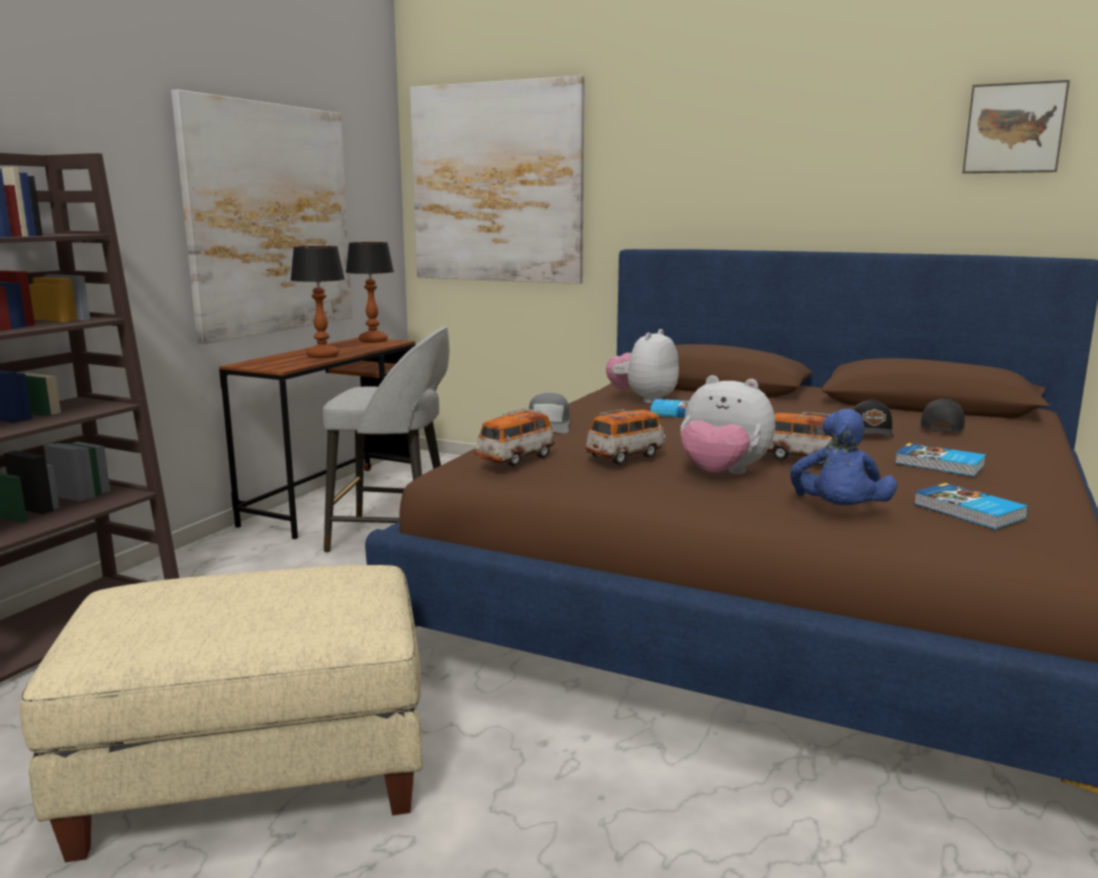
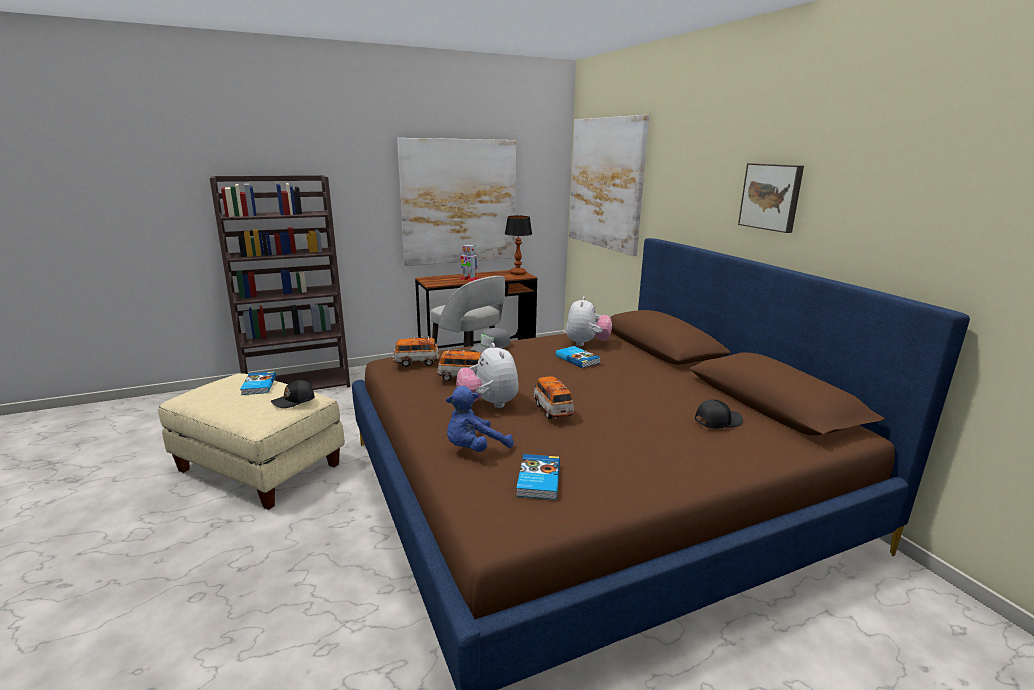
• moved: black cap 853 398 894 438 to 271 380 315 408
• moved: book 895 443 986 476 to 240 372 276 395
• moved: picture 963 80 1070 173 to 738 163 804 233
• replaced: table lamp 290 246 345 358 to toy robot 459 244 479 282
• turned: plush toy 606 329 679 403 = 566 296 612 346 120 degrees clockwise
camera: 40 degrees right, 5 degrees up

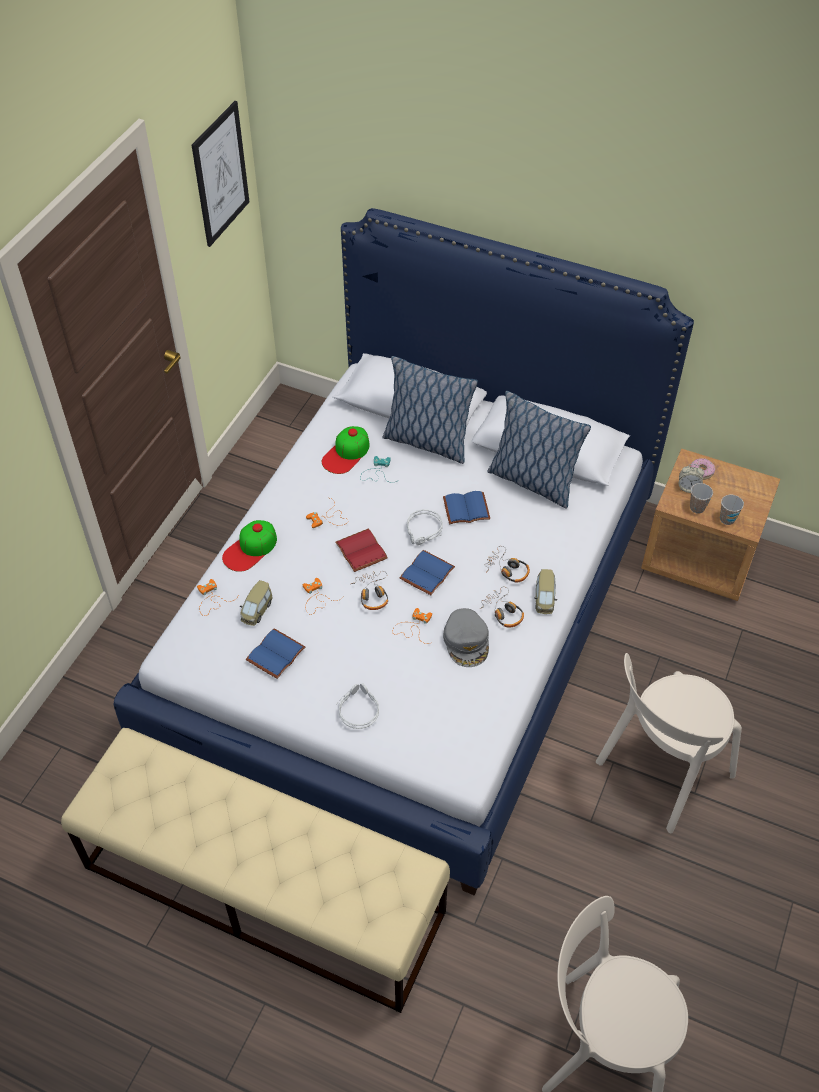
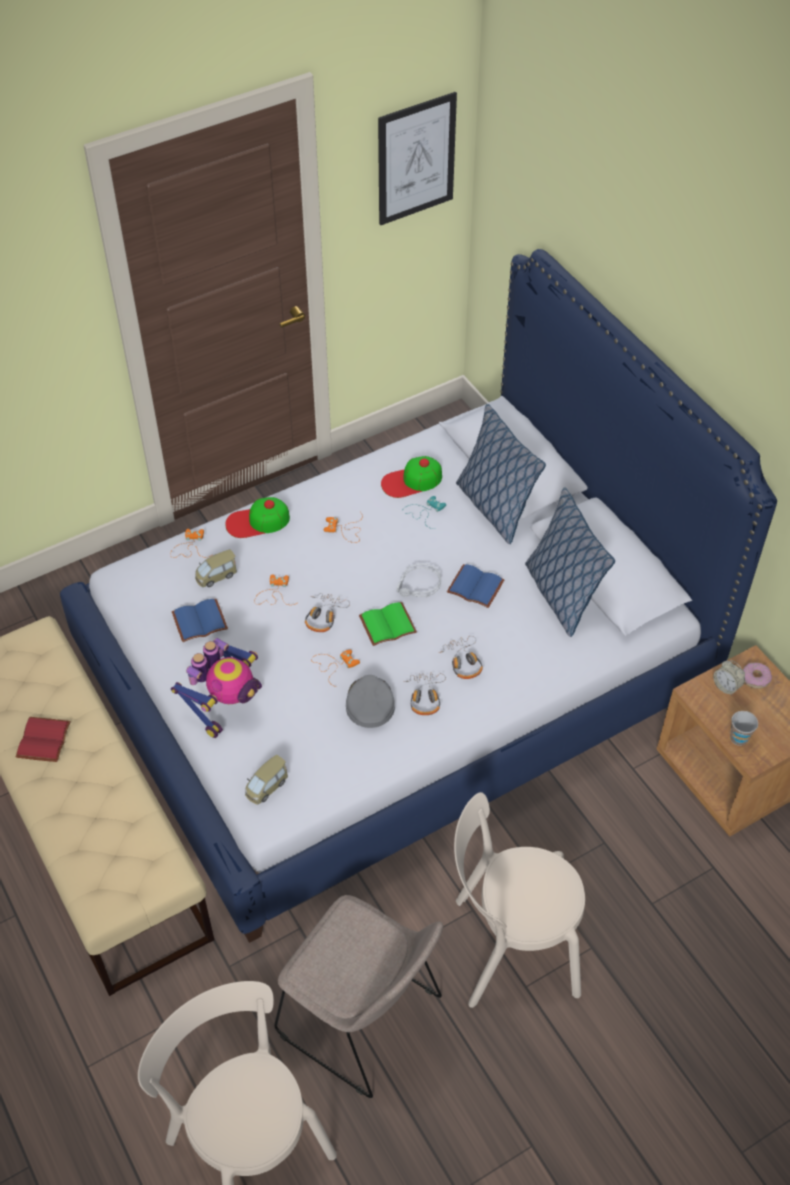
• removed: cup 690 483 713 514
• added: beige chair 274 895 443 1098
• moved: red book 335 528 388 572 to 16 717 71 762
• moved: toy car 534 569 557 614 to 245 755 288 805
• replaced: grey headphones 336 683 379 729 to toy robot 171 638 262 738
• recoloured: blue book 400 550 455 595 to green book 359 602 417 646
• turned: grey cap 443 608 489 667 = 346 675 395 728 150 degrees clockwise
camera: 35 degrees right, 0 degrees up

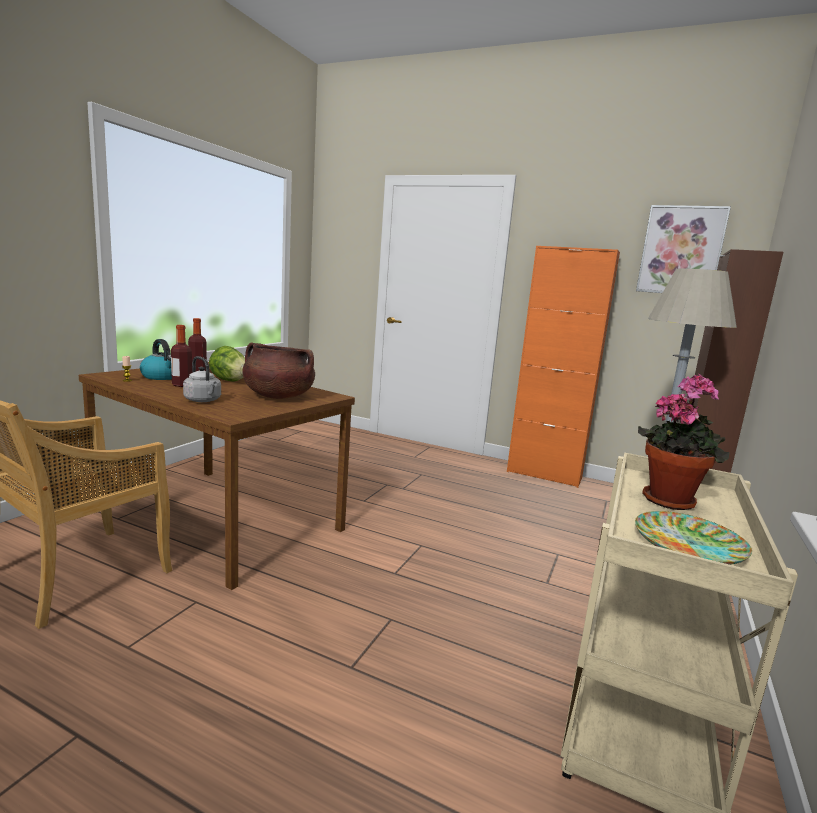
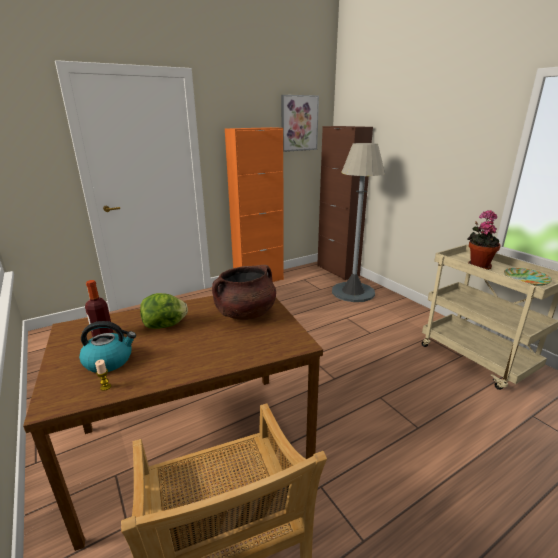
• removed: bottle 171 325 192 387
• removed: grey kettle 183 356 221 402
camera: 55 degrees left, 10 degrees up

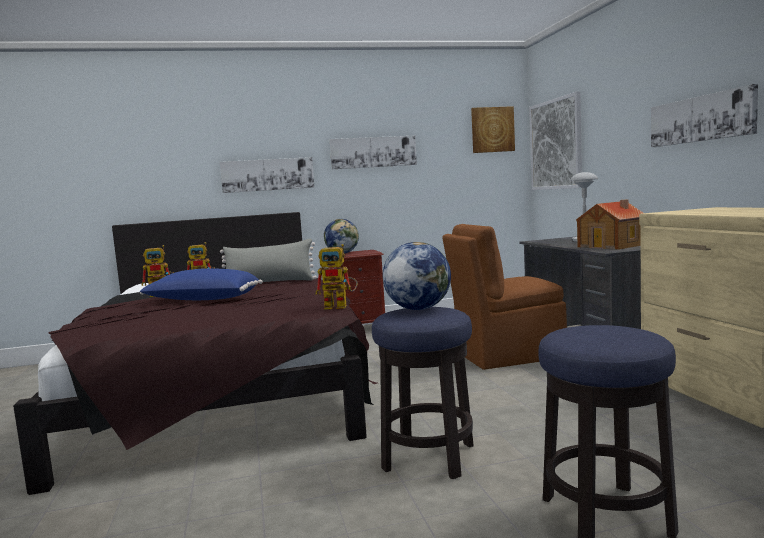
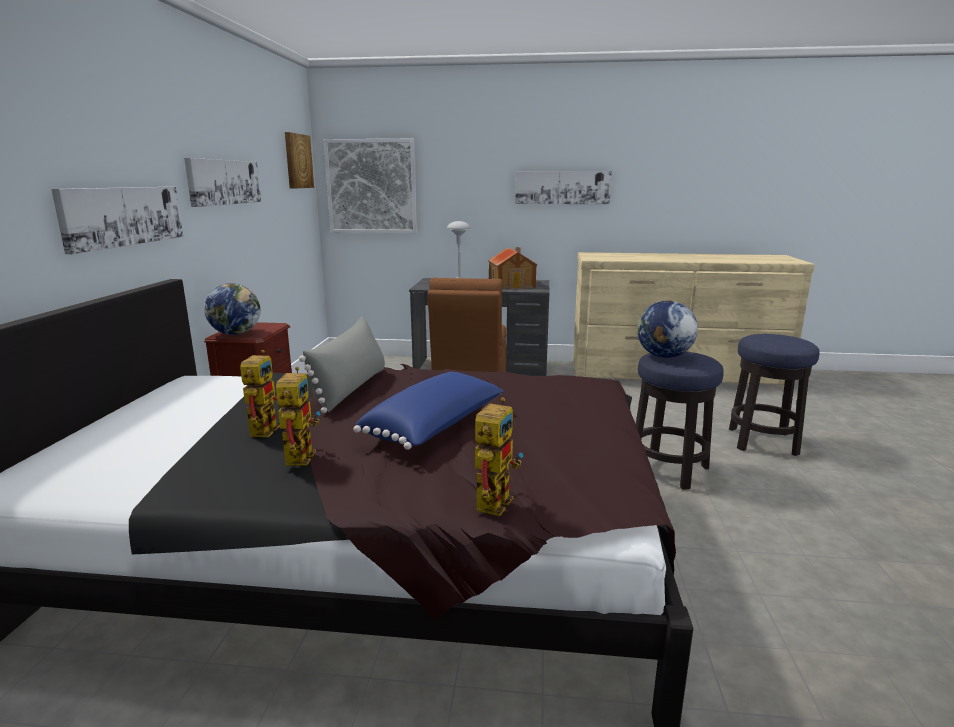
• moved: toy robot 315 244 358 310 to 475 397 523 516
camera: 70 degrees left, 10 degrees up

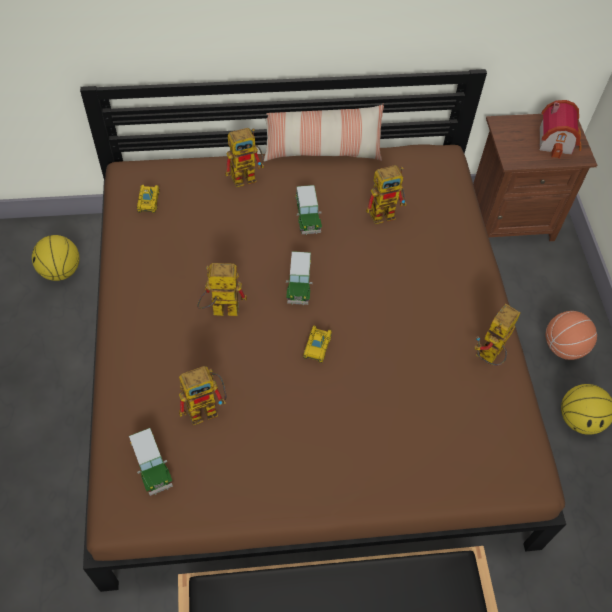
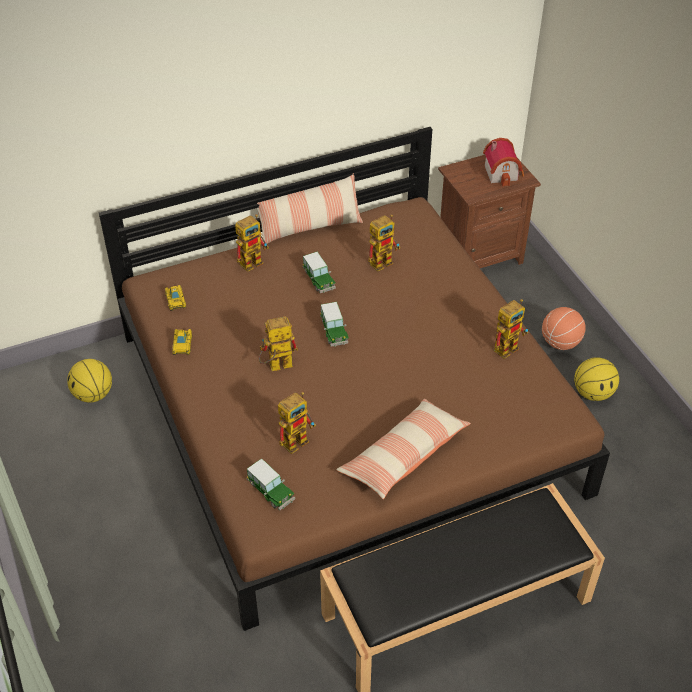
• added: pillow 336 399 471 499
• moved: toy car 303 326 332 363 to 172 329 192 355
• turned: toy robot 475 304 521 366 = 494 299 528 359 150 degrees counterclockwise
camera: 15 degrees left, 10 degrees down

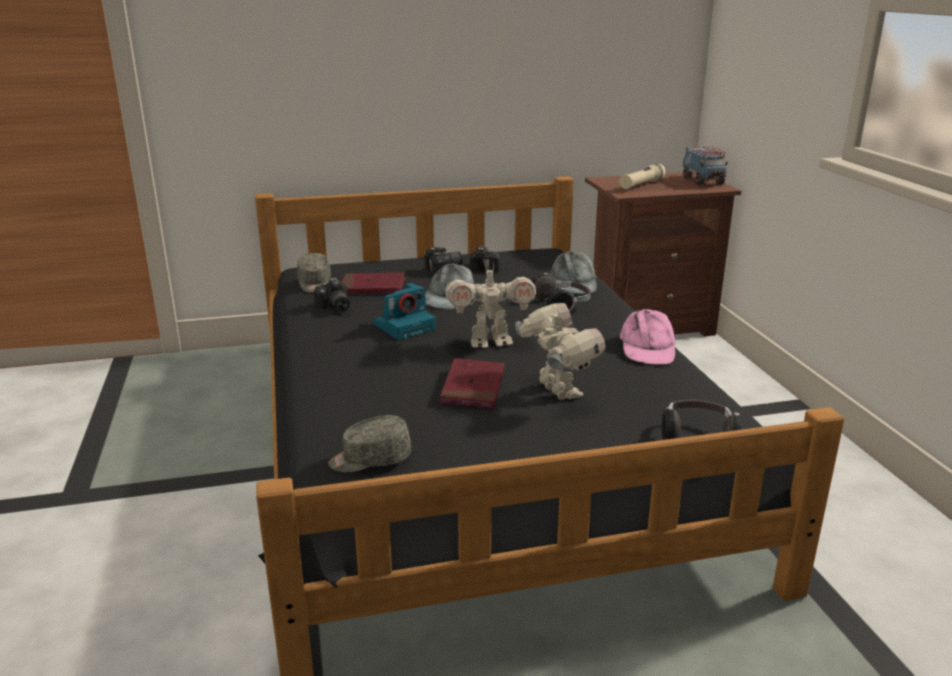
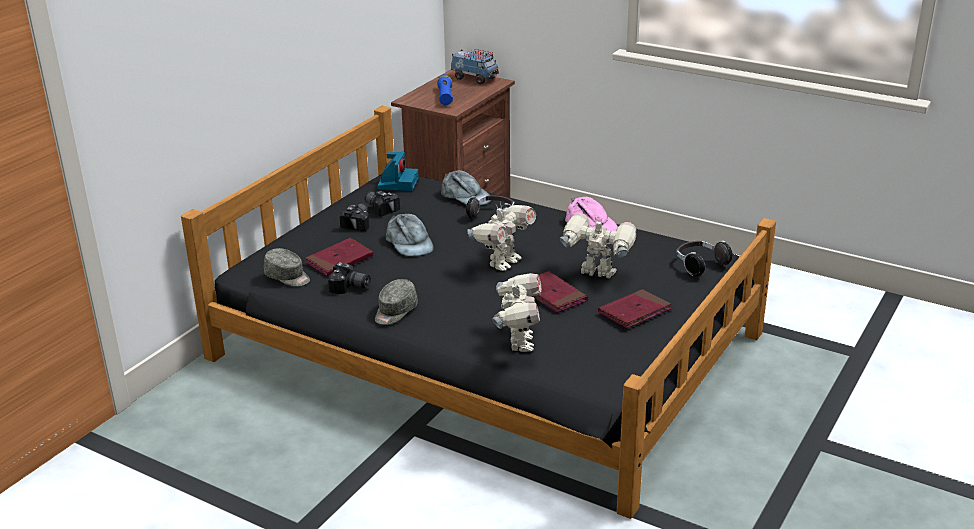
• added: toy robot 492 273 541 352
• added: red book 598 289 671 328
• moved: grey cap 328 415 412 472 to 375 279 418 325
• moved: photo camera 374 283 436 340 to 377 152 419 191
• recoloured: beige flashlight 619 164 666 189 to blue flashlight 437 74 453 106
camera: 45 degrees left, 5 degrees up

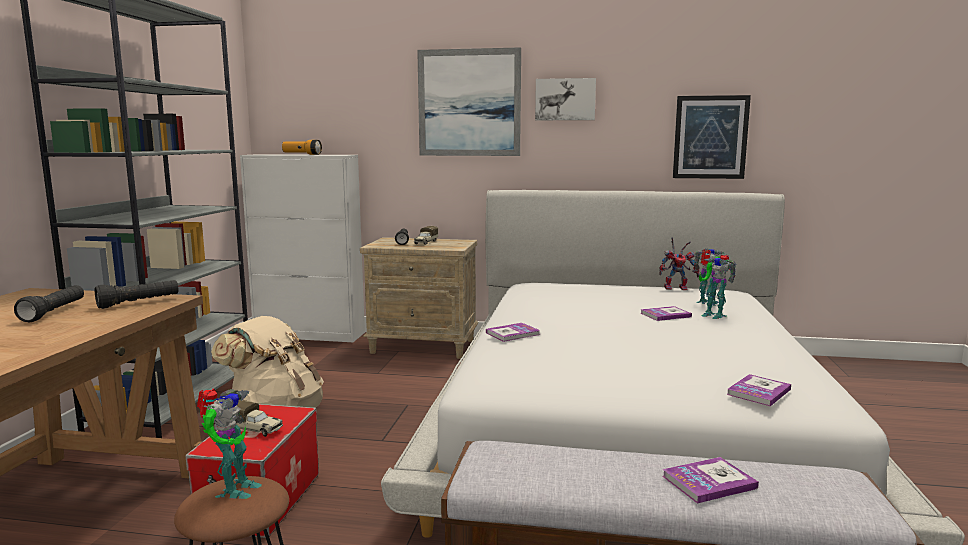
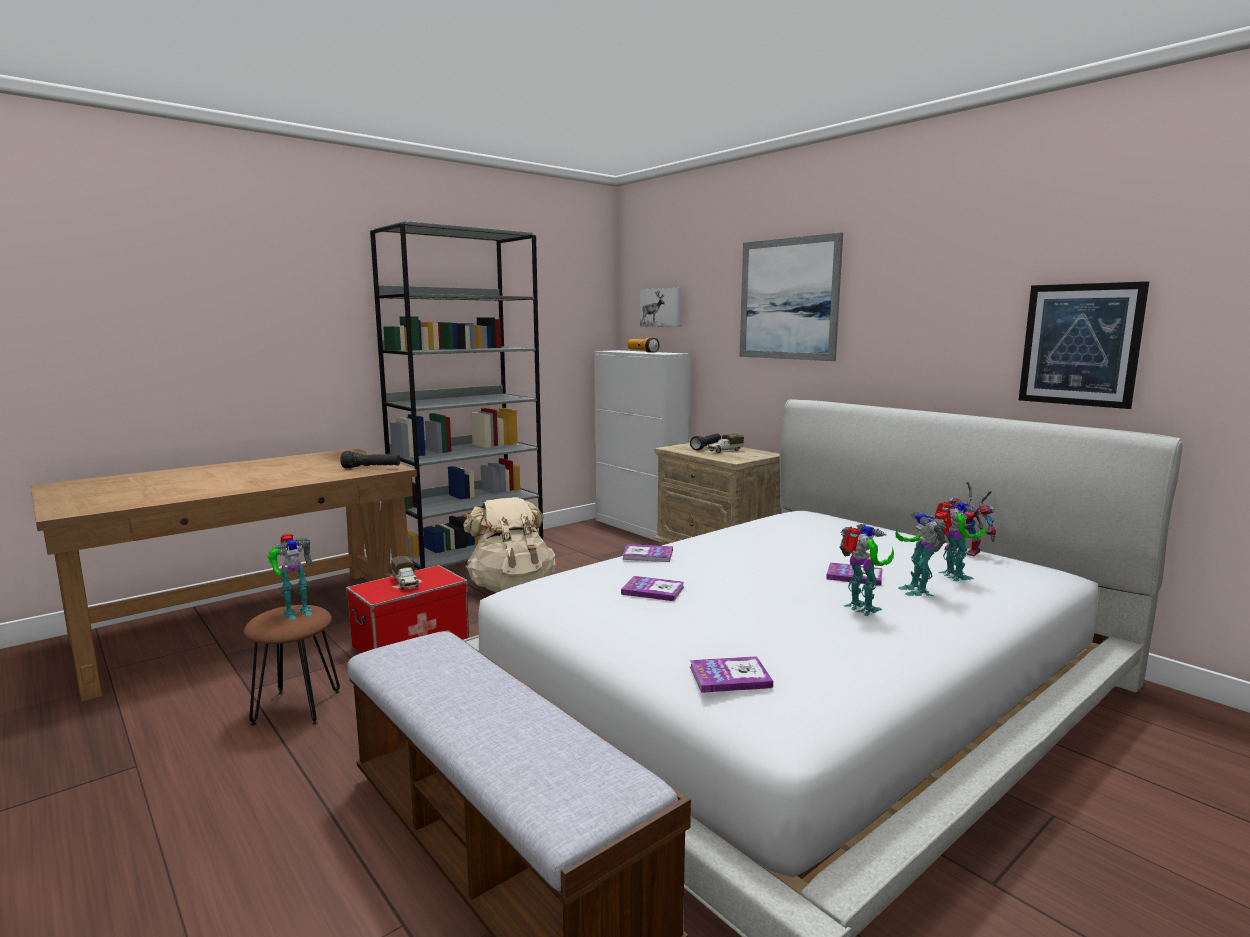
• removed: black flashlight 14 285 84 323
• added: toy robot 839 524 894 616
• moved: picture 535 78 596 120 to 640 288 682 327
• moved: book 662 457 759 503 to 621 576 684 601
camera: 40 degrees right, 0 degrees up

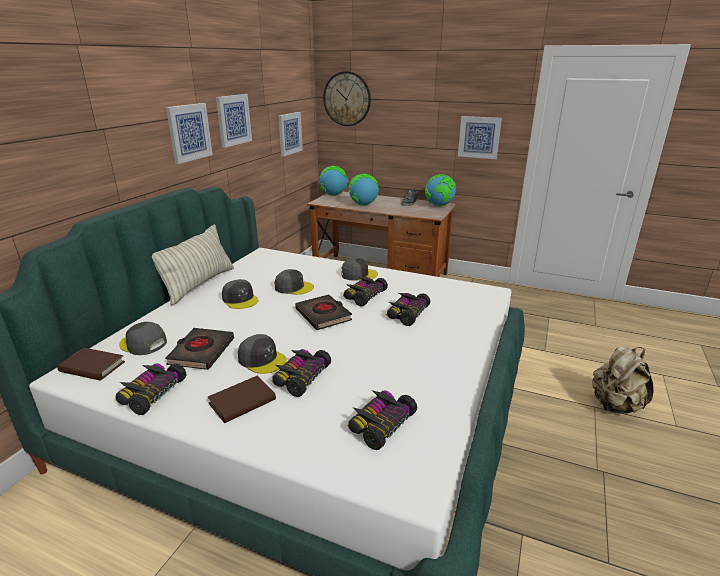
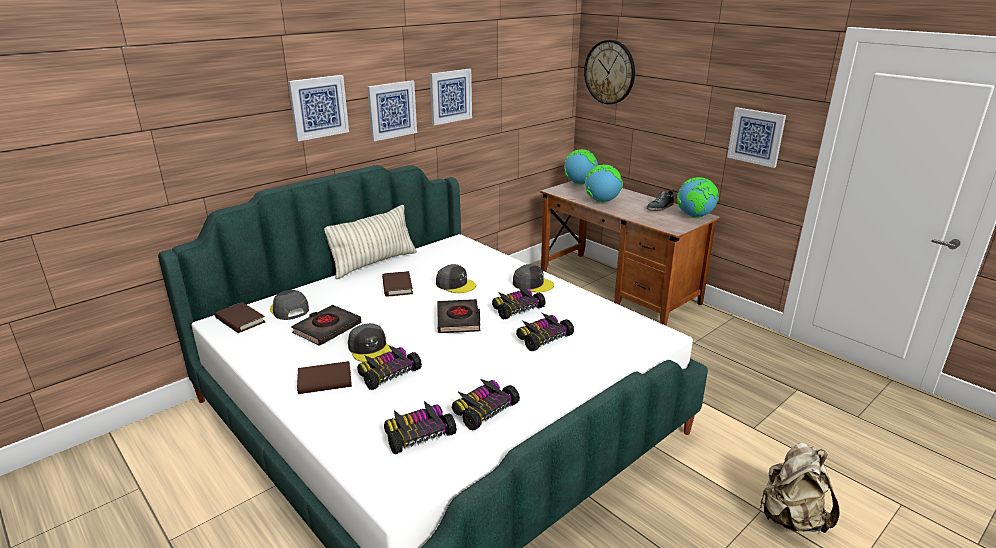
• moved: toy car 116 363 187 415 to 451 379 520 430
• moved: picture 278 112 303 157 to 288 75 349 141
• replaced: grey cap 222 279 258 309 to brown book 382 271 413 297
camera: 25 degrees right, 0 degrees up

